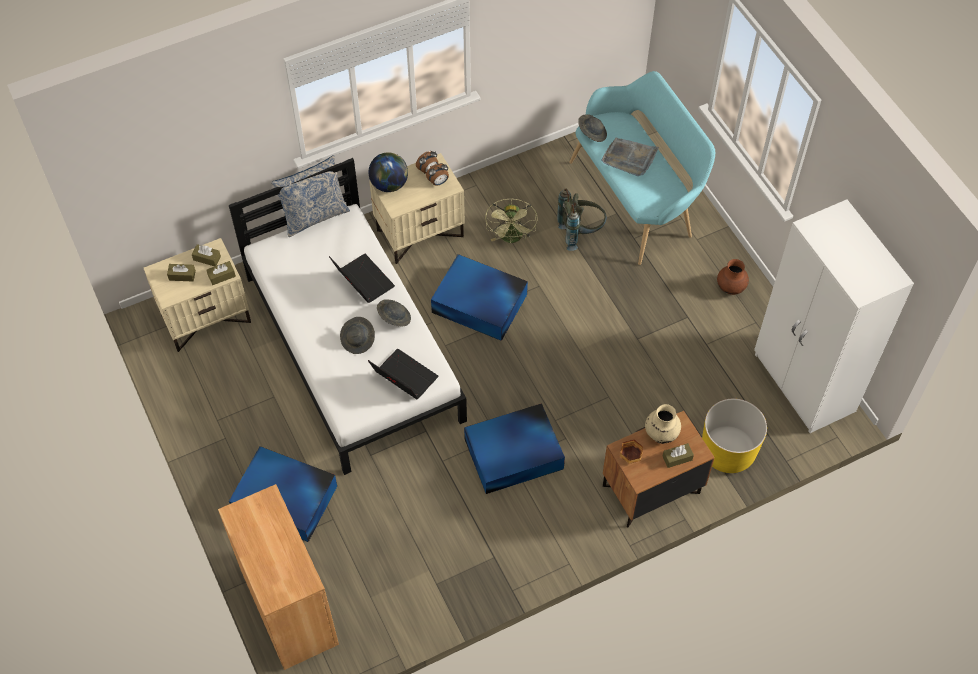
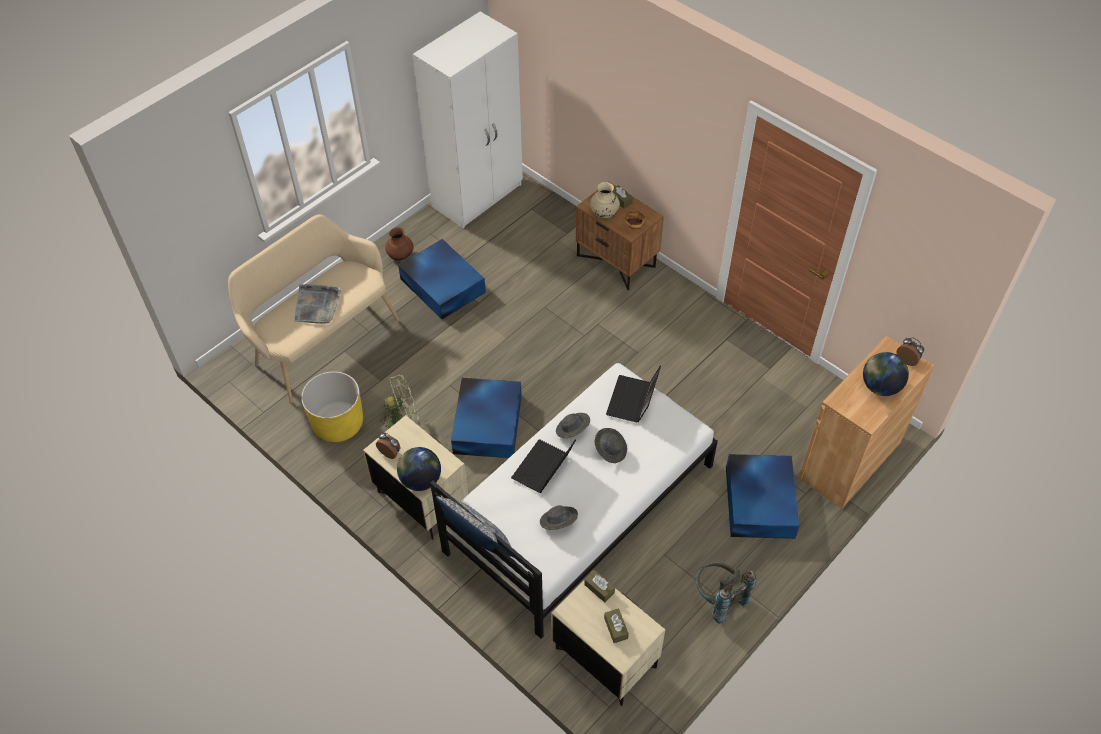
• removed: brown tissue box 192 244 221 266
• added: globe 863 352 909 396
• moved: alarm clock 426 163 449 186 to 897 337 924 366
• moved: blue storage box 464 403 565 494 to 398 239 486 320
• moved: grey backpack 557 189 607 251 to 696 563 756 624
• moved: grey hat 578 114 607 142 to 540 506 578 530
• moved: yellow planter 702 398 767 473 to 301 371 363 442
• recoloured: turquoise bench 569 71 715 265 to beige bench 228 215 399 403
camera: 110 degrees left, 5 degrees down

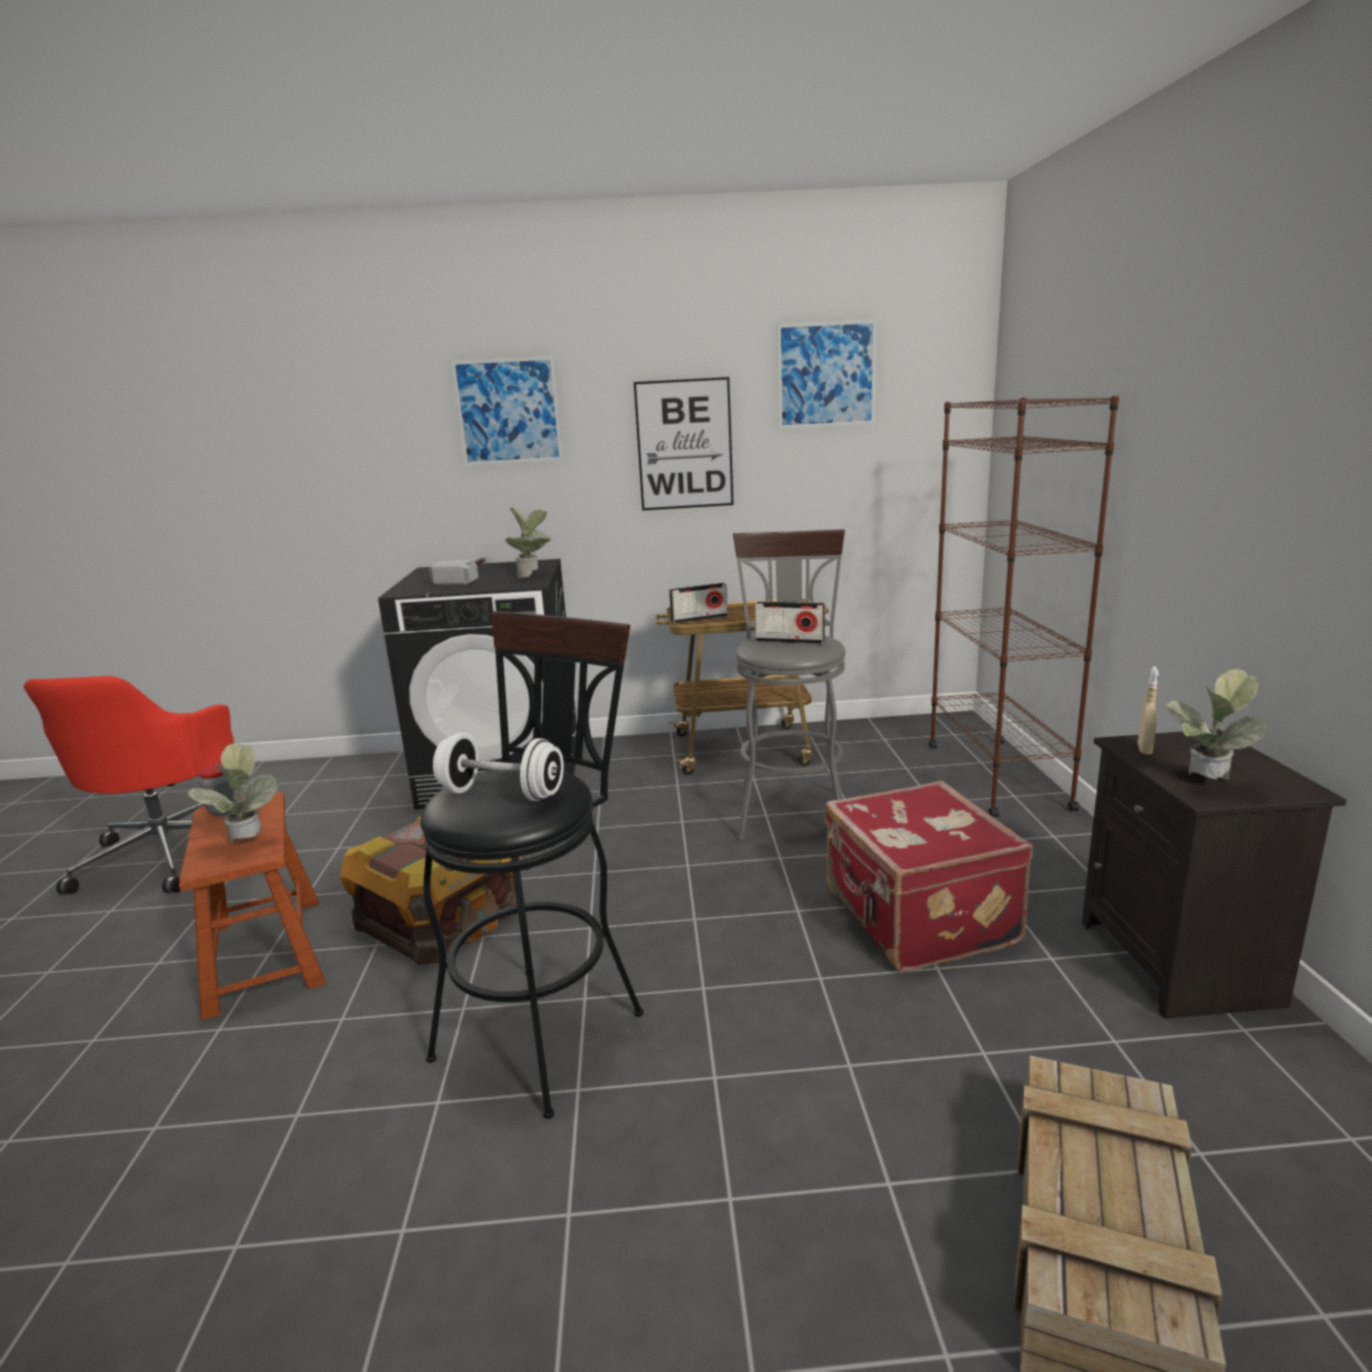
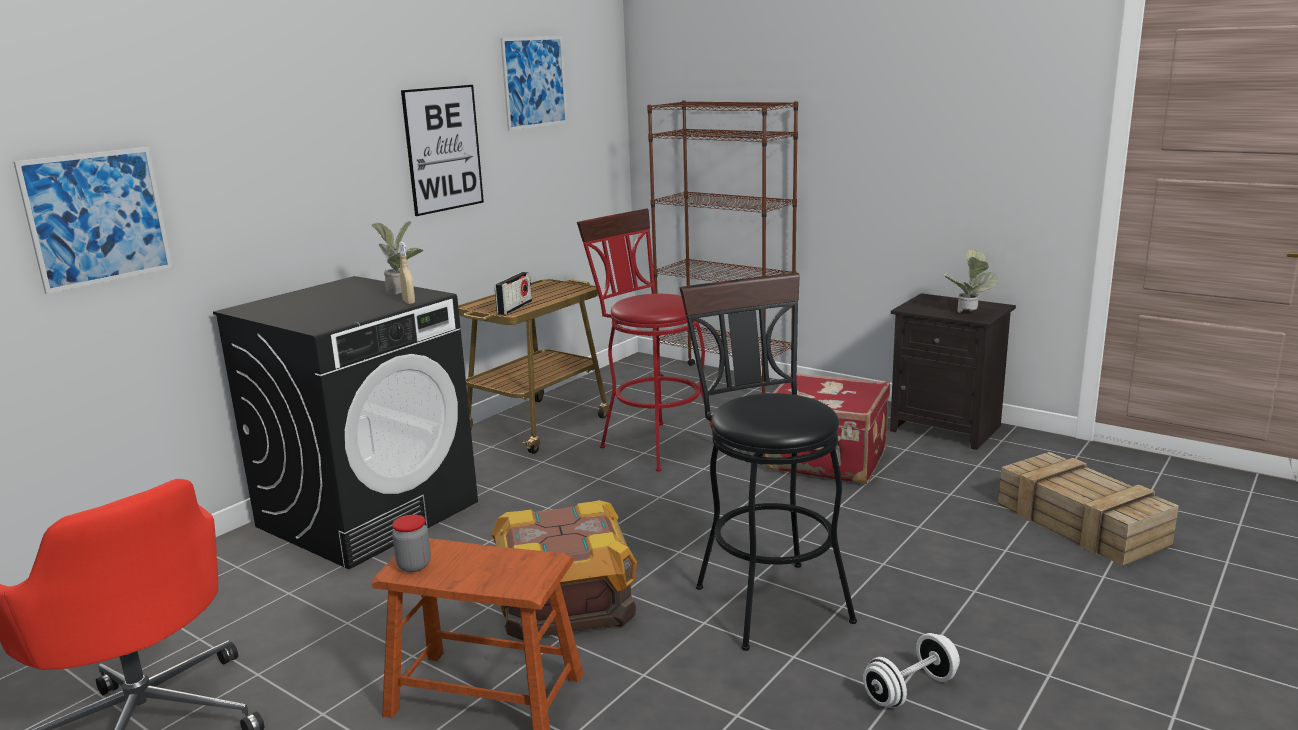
• removed: potted plant 186 743 278 844
• removed: hammer 429 557 487 585
• removed: radio 755 601 825 644
• moved: white dumbbell 433 732 564 801 to 863 633 960 708
• moved: picture 451 356 563 466 to 13 147 173 294
• moved: beige spray bottle 1138 667 1159 755 to 399 242 415 304
• recoloured: grey stool 733 529 846 840 to red stool 577 208 713 472
camera: 50 degrees left, 0 degrees up

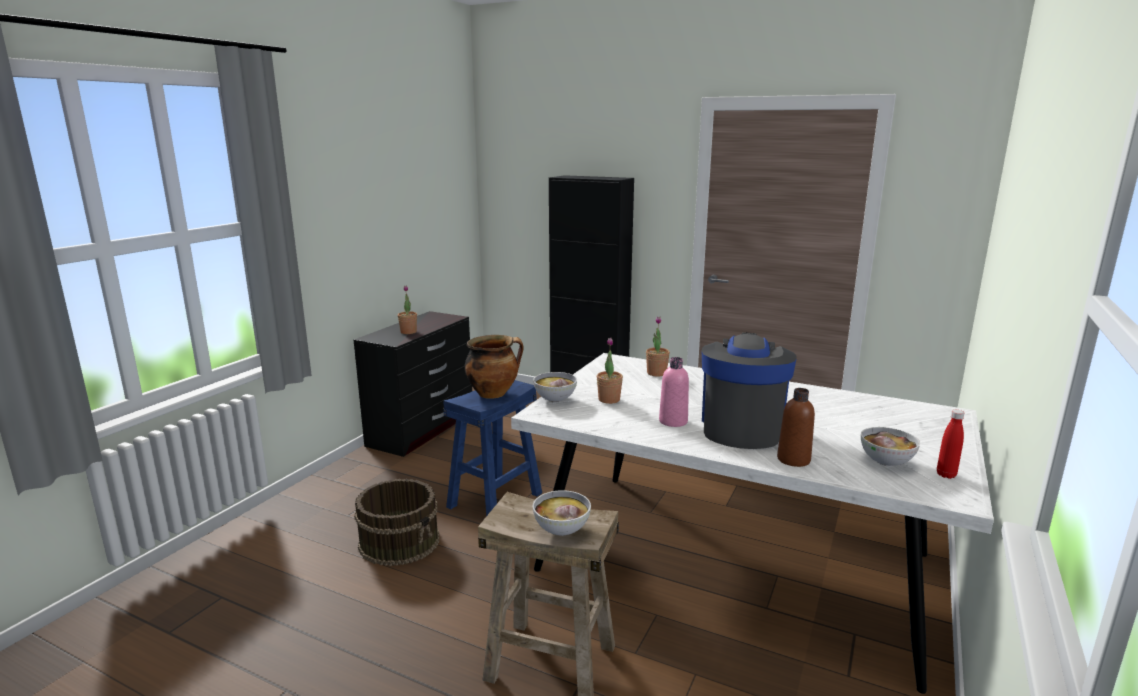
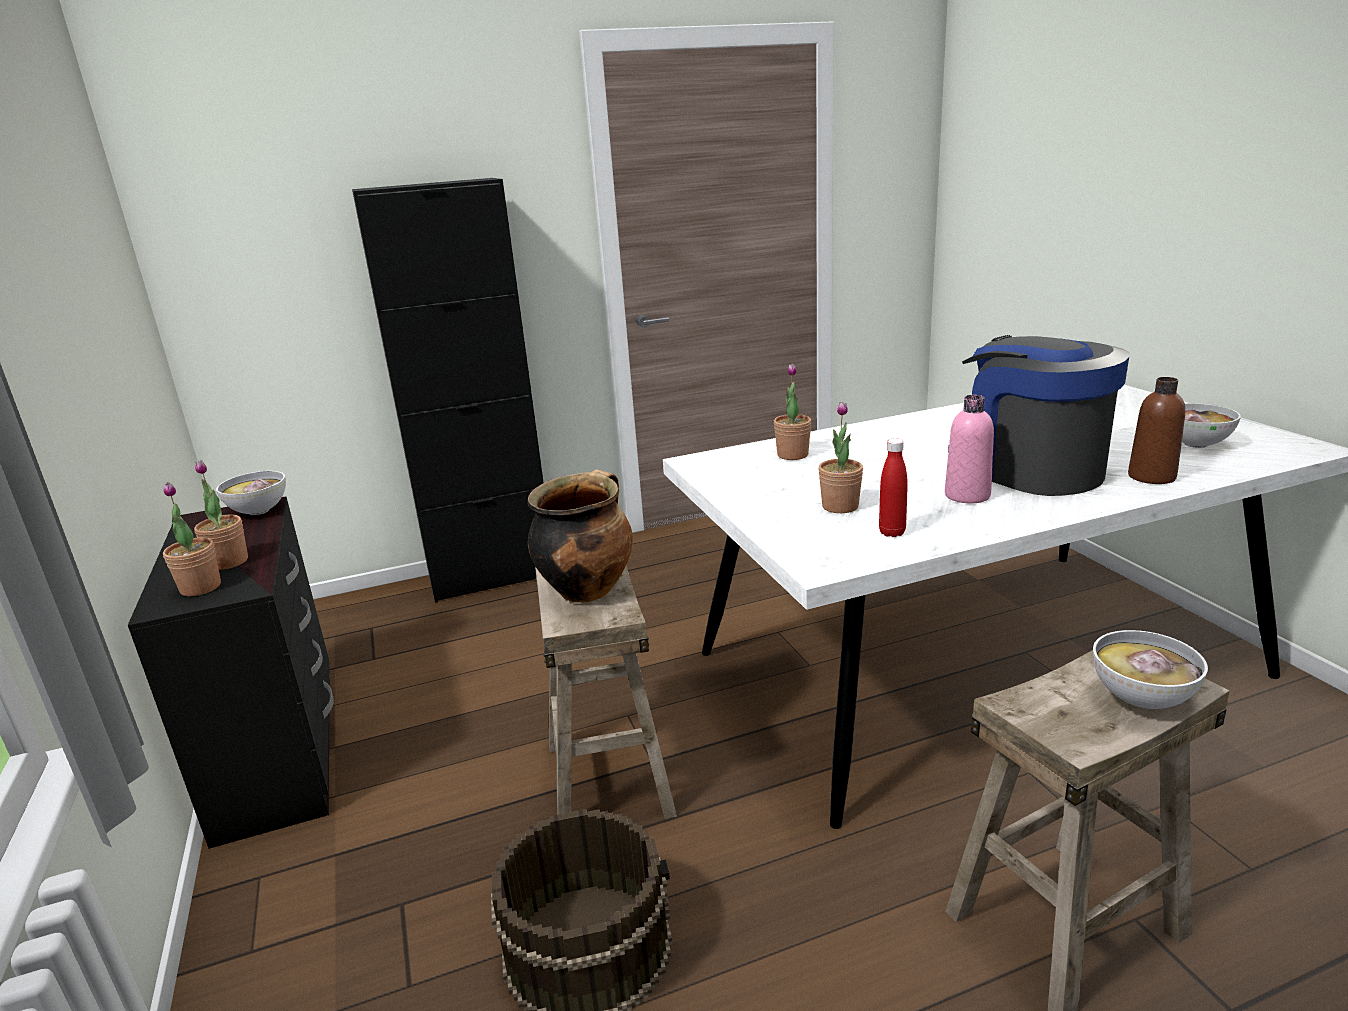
• added: potted plant 163 482 221 596
• moved: bowl 533 372 577 402 to 216 471 286 515
• moved: red bottle 937 410 964 479 to 879 439 908 537
• recoloured: blue stool 443 380 542 516 to beige stool 535 566 677 819
camera: 45 degrees left, 5 degrees up

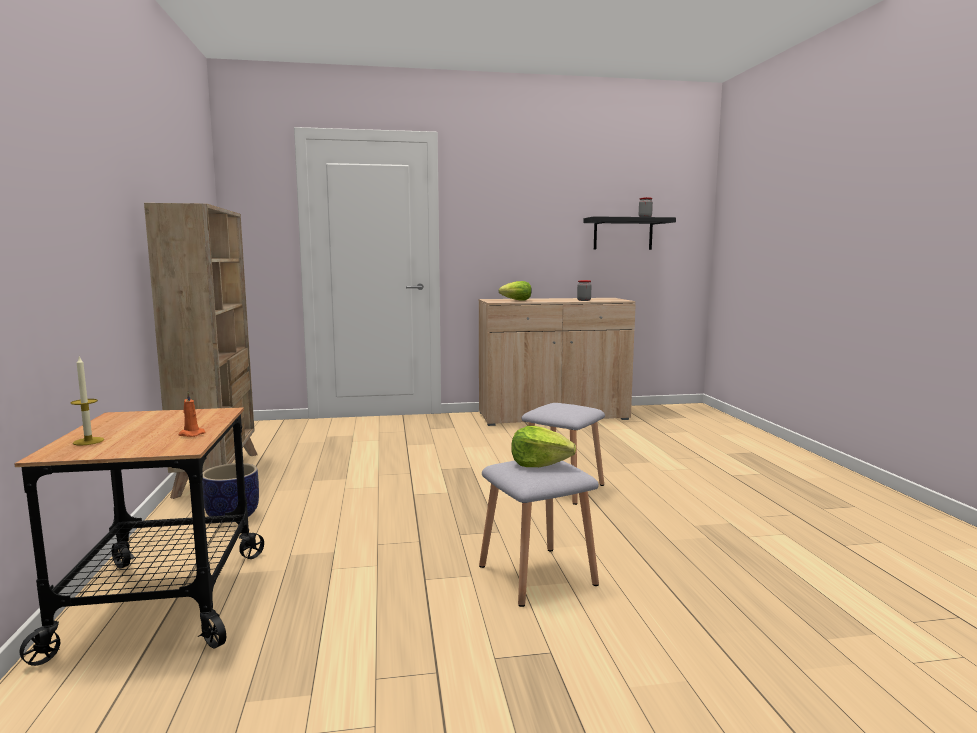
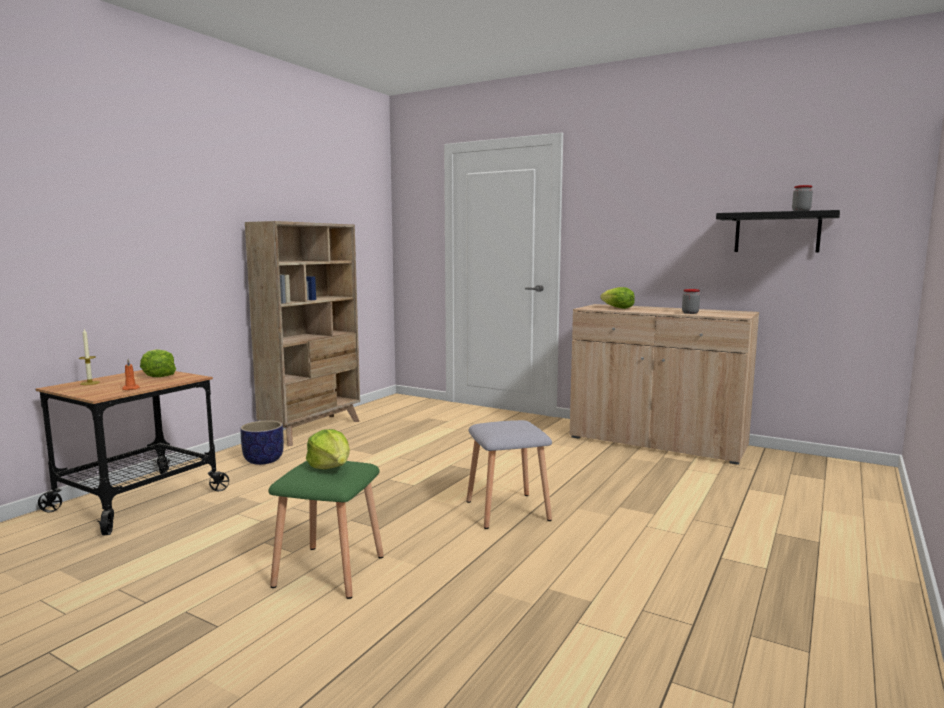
• added: lettuce 140 349 176 377
• recoloured: grey stool 479 461 599 607 to green stool 268 461 384 599
camera: 40 degrees right, 0 degrees up

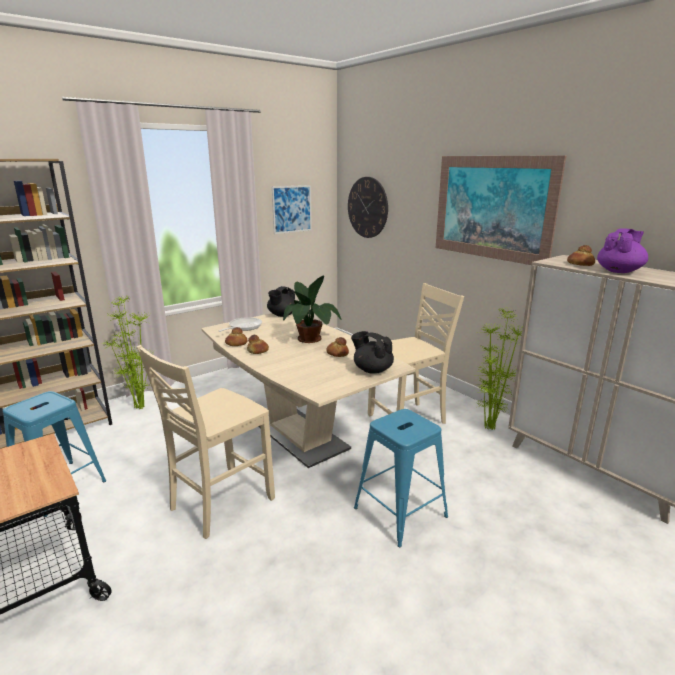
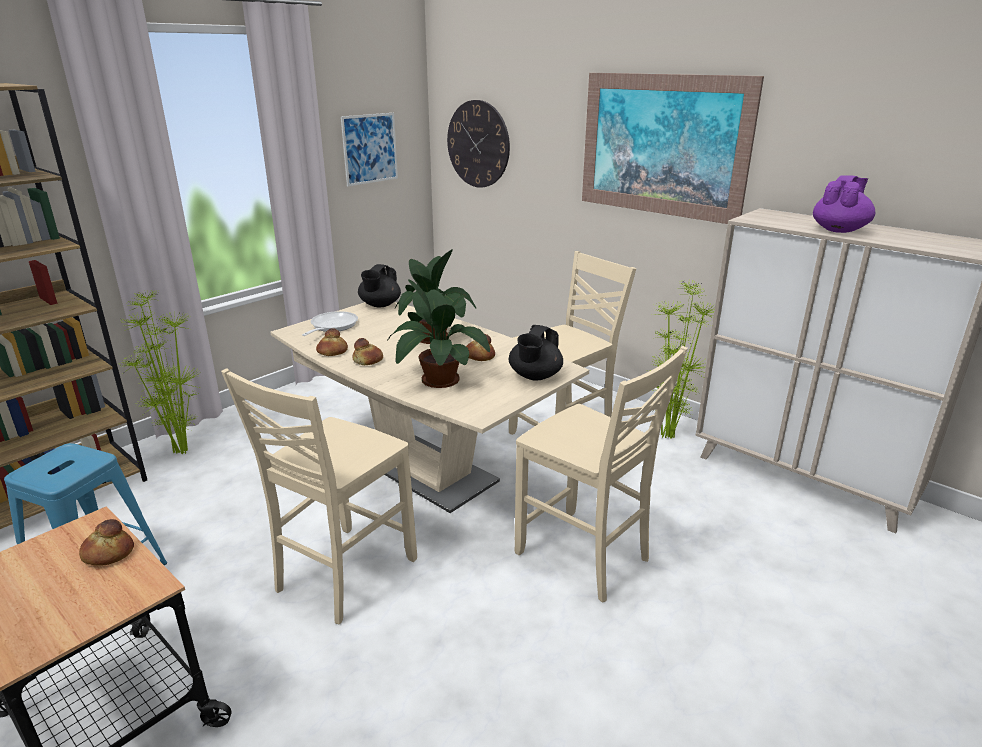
• added: potted plant 387 279 490 388
• moved: bread 567 245 595 266 to 79 519 134 566
• replaced: blue stool 354 409 448 547 to beige chair 515 346 688 603
• turned: black teapot 351 331 394 374 = 509 325 563 380 90 degrees counterclockwise
camera: 10 degrees left, 5 degrees up

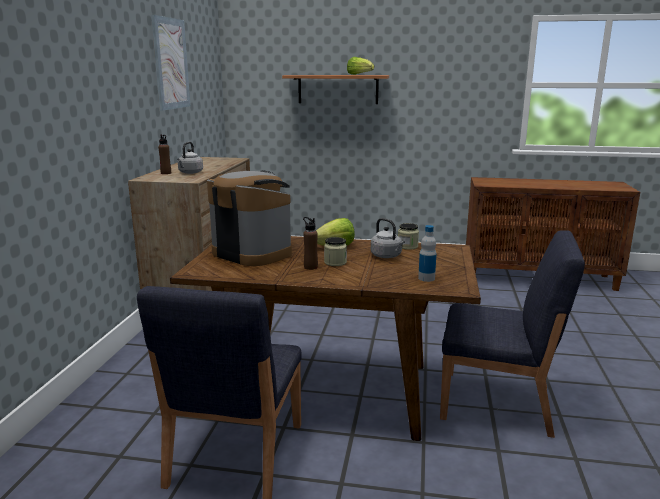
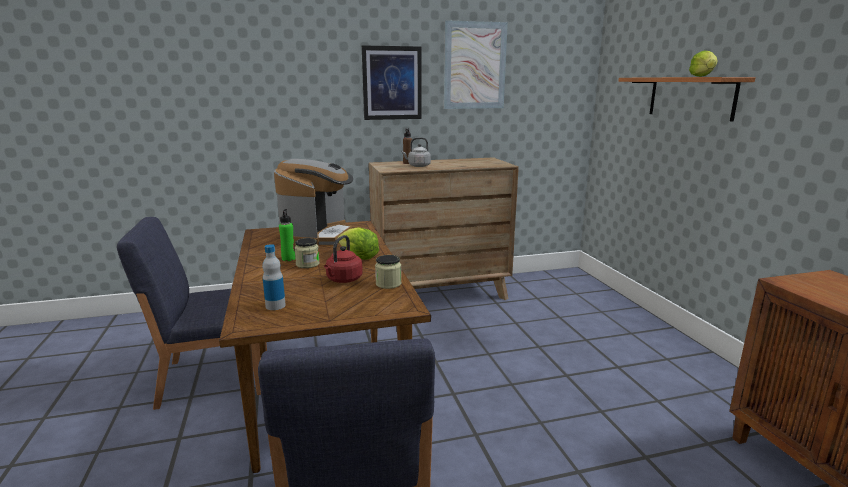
• added: picture 362 45 422 120
• recoloured: brown bottle 303 217 318 270 to green bottle 279 209 295 261
• recoloured: grey kettle 371 218 405 258 to red kettle 324 235 363 283
camera: 65 degrees right, 0 degrees up

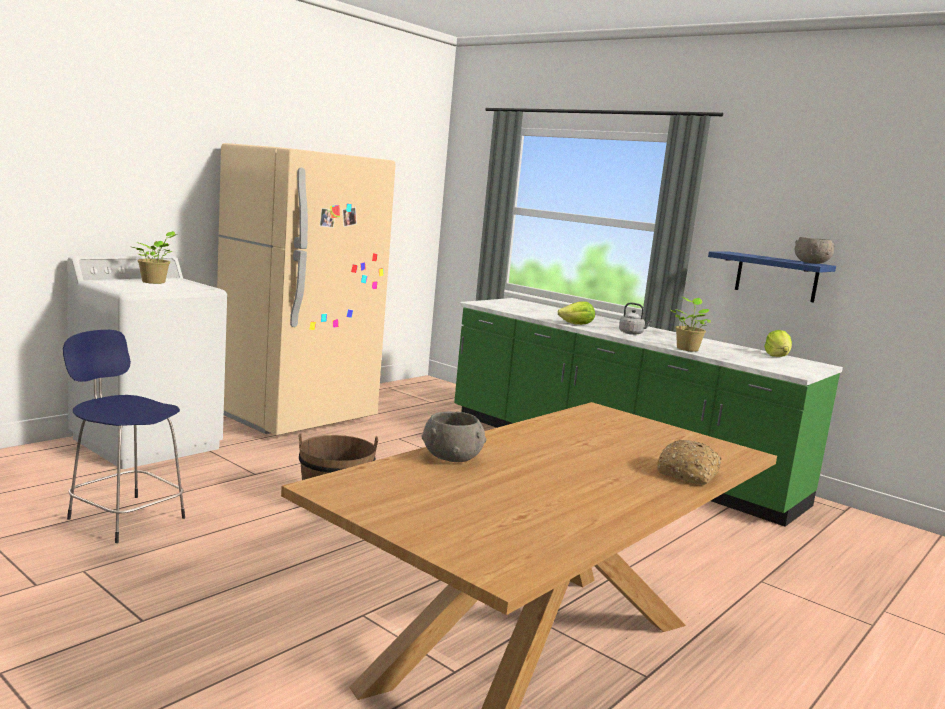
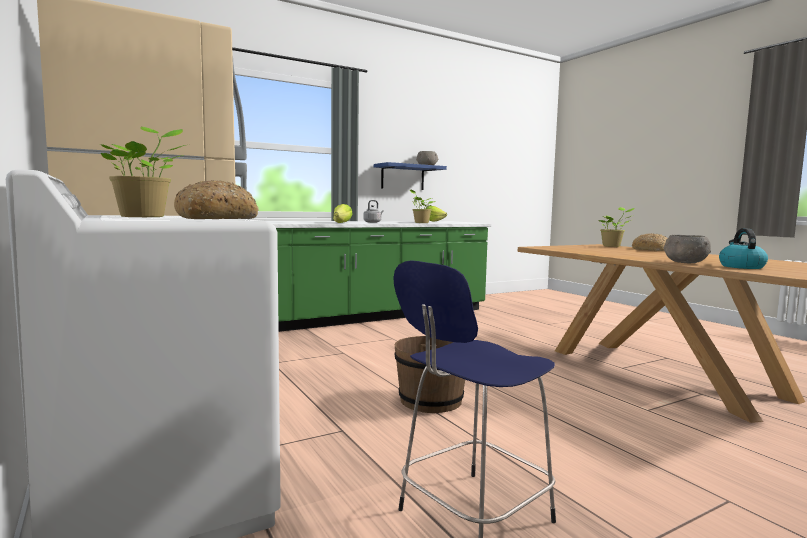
• added: bread 174 180 259 219
• added: potted plant 599 207 635 247
• added: kettle 719 228 768 269
camera: 70 degrees left, 5 degrees down

